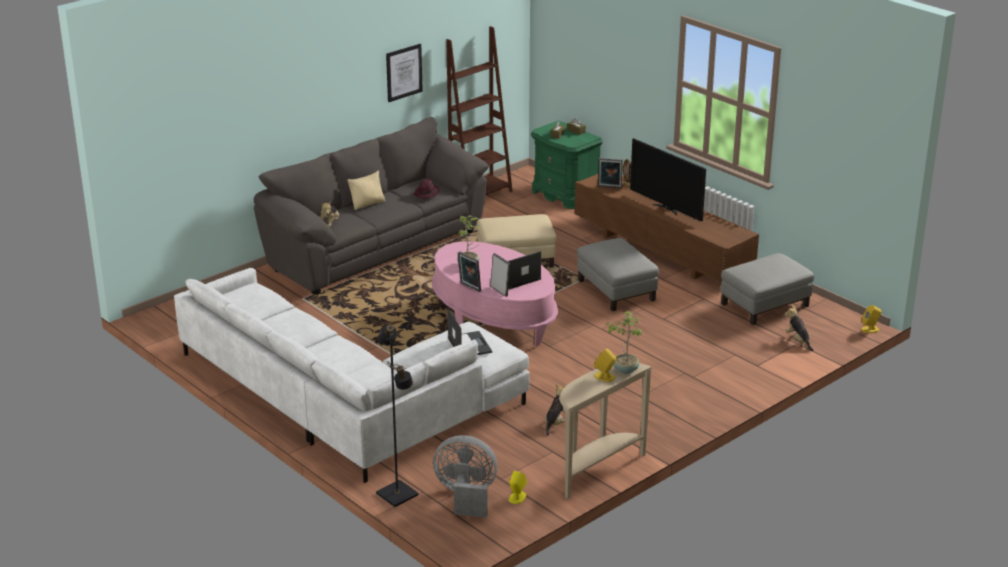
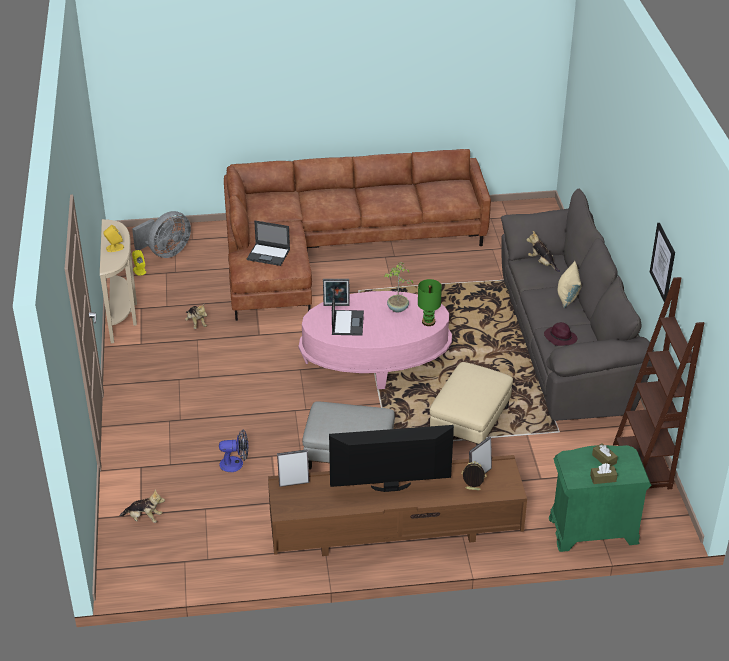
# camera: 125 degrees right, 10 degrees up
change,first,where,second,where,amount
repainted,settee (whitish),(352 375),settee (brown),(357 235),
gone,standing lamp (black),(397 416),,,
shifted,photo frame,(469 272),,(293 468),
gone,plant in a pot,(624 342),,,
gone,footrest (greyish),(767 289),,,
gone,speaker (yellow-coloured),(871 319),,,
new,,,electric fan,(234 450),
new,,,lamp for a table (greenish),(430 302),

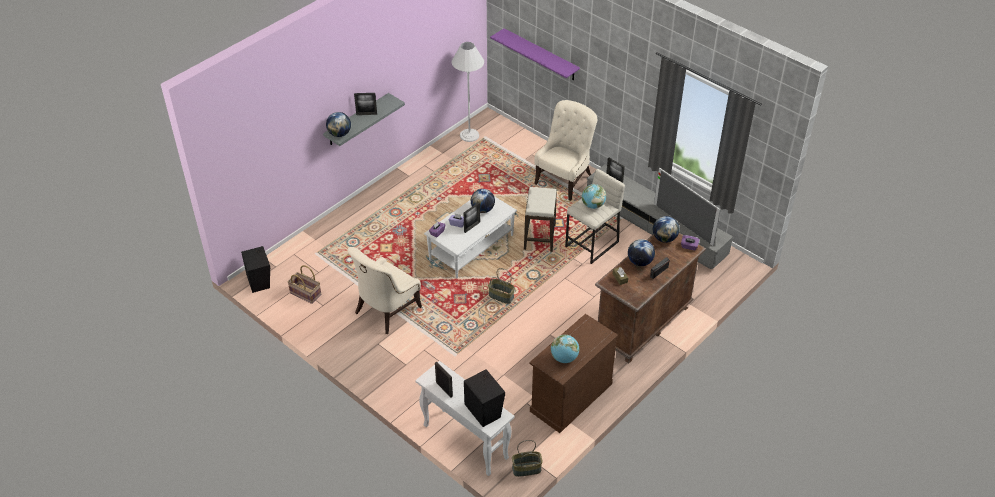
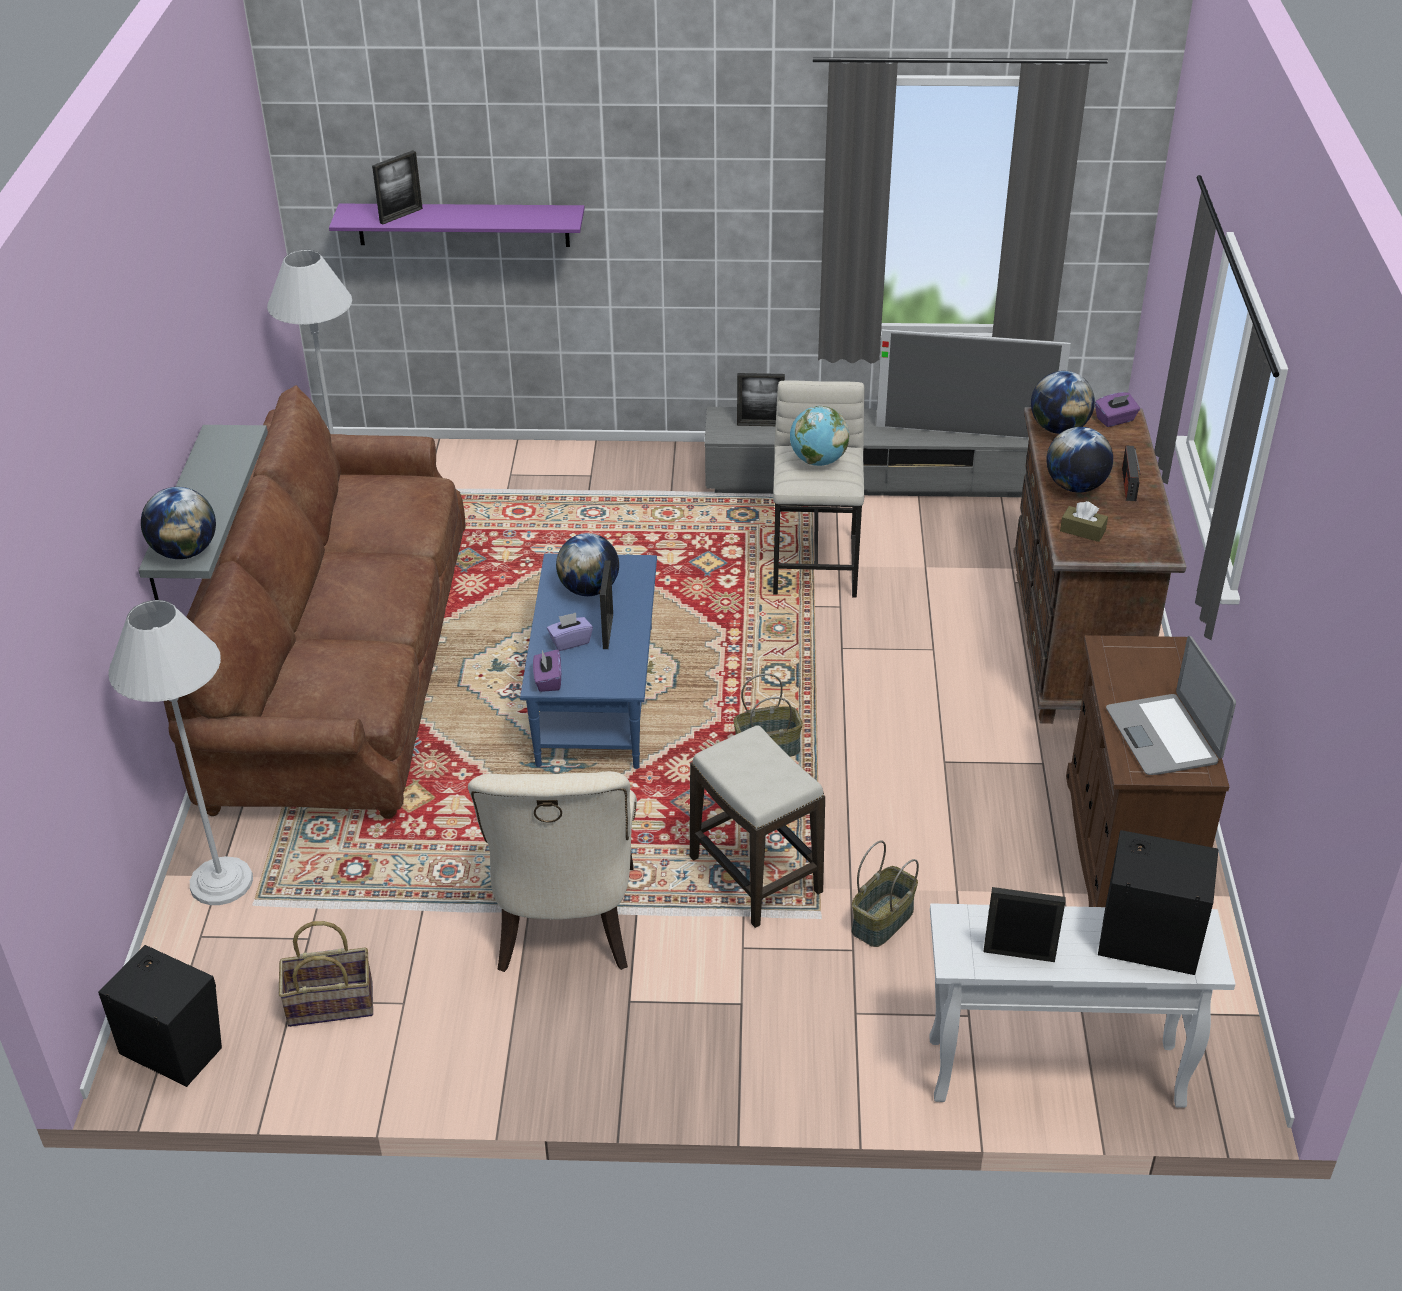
# camera: 40 degrees left, 5 degrees down
change,first,where,second,where,amount
shifted,photo frame,(365 104),,(397 187),
repainted,lounge table (whitish),(470 237),lounge table (bluish),(588 661),
shifted,household basket,(527 458),,(885 893),
shifted,stool seat,(540 219),,(757 826),
gone,easy chair (beige-coloured),(565 150),,,
swapped,world globe,(565 349),portable computer,(1171 705),
new,,,standing lamp (whitish),(180 752),
new,,,settee (brown),(315 602),

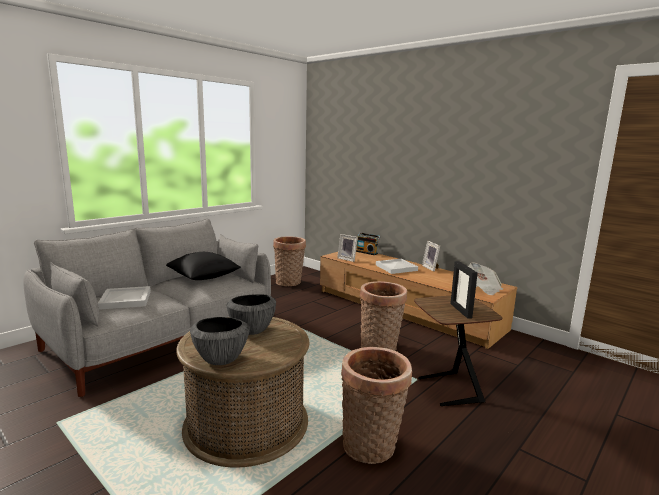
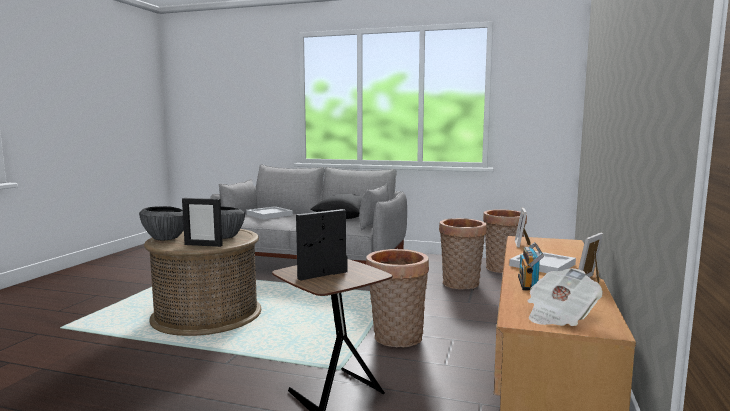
# camera: 65 degrees right, 5 degrees down
change,first,where,second,where,amount
shifted,household basket,(376 405),,(463 253),
shifted,radio set,(368 243),,(531 266),
new,,,photo frame,(202 222),

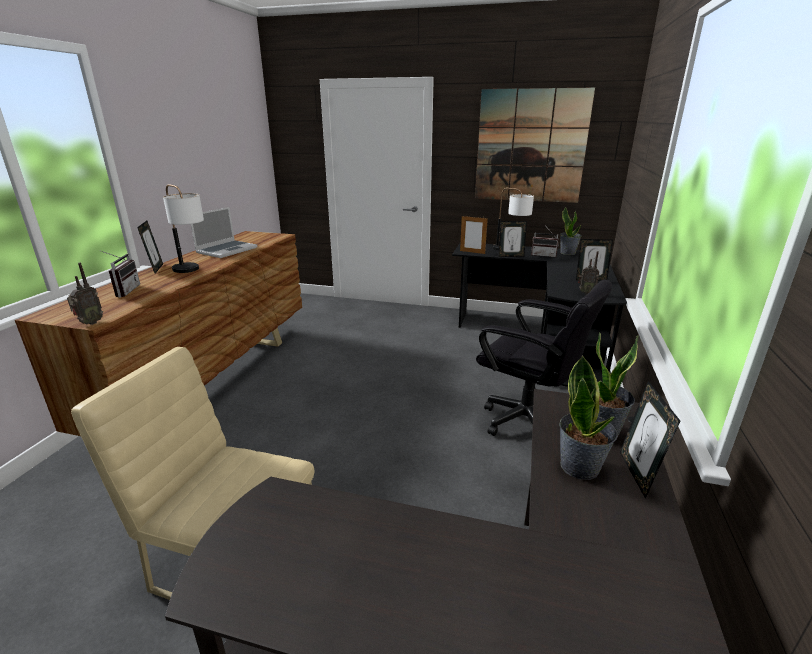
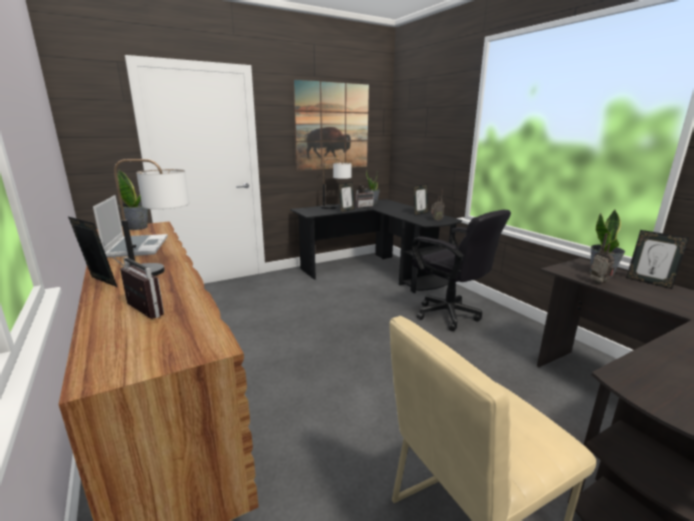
# camera: 45 degrees left, 5 degrees down
change,first,where,second,where,amount
shifted,radio set,(85 294),,(602 258),
gone,photo frame,(474 235),,,
rotated,desk chair (black),(544 357),,(461 270),60 degrees clockwise
shifted,plant in a pot,(588 417),,(132 200),

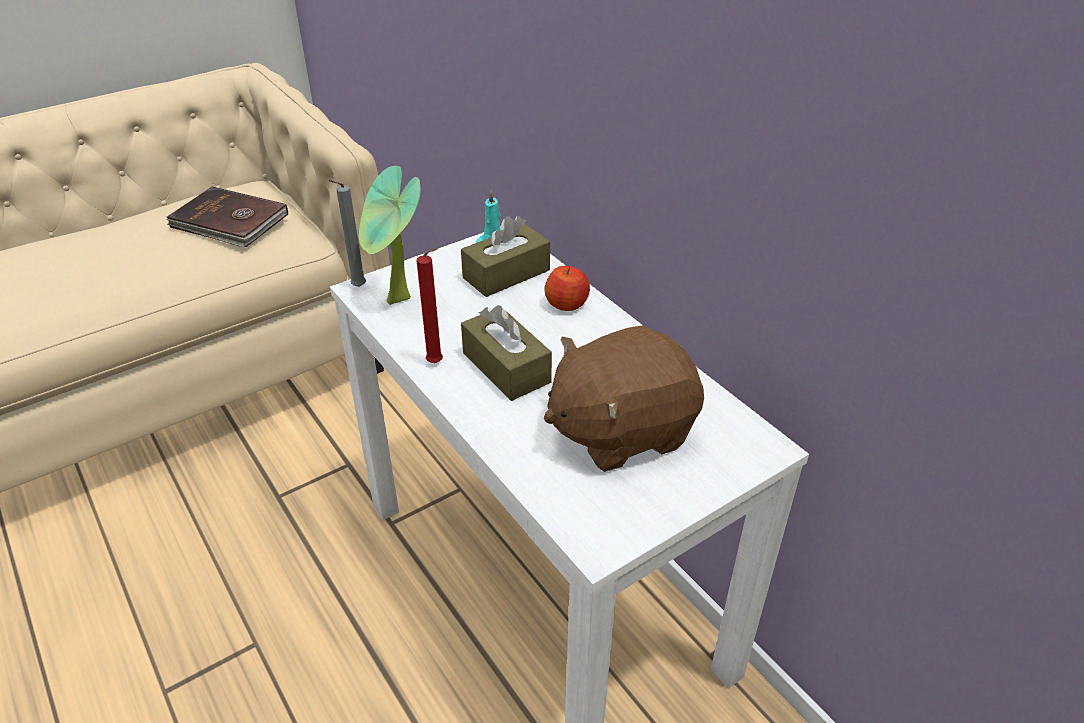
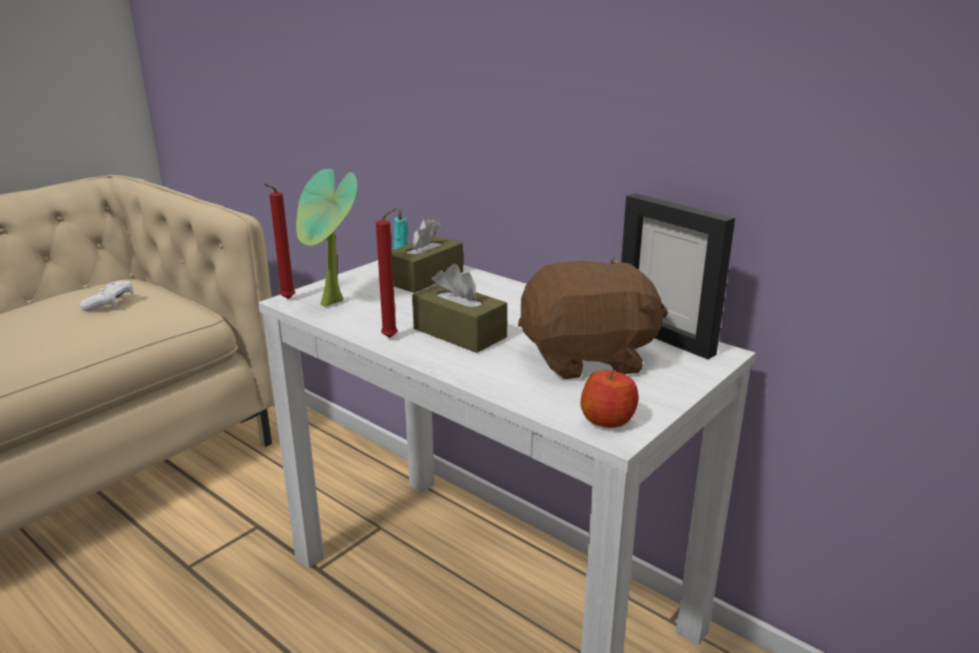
# camera: 15 degrees left, 15 degrees down
change,first,where,second,where,amount
swapped,book (brown),(227 216),game controller (whitish),(106 296),
repainted,wax light (greyish),(347 233),wax light (reddish),(279 241),
shifted,apple fruit,(567 288),,(609 398),
rotated,cuddly toy (brown),(624 398),,(593 318),150 degrees counterclockwise
new,,,photo frame,(678 276),

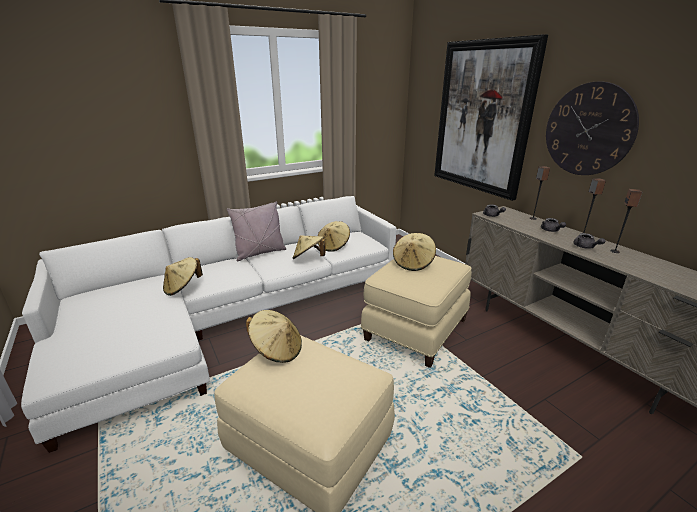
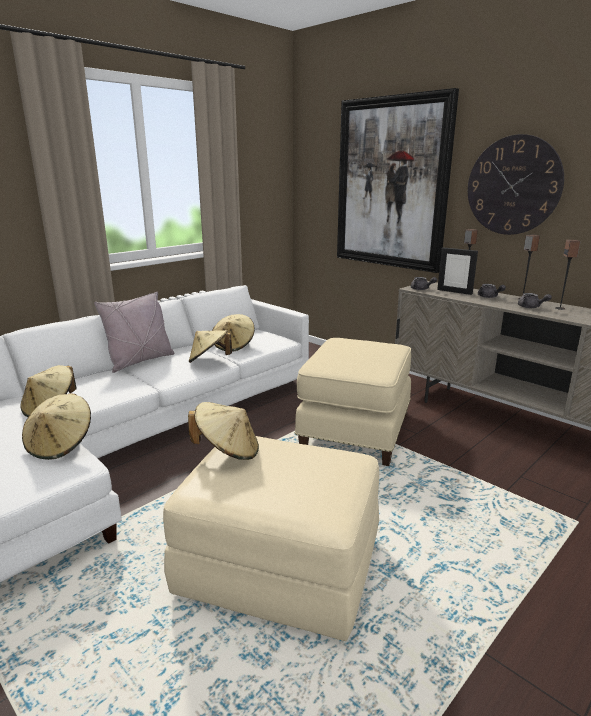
# camera: 15 degrees left, 5 degrees down
change,first,where,second,where,amount
shifted,clothing hat (beige-coloured),(414 252),,(56 426),
new,,,photo frame,(457 271),

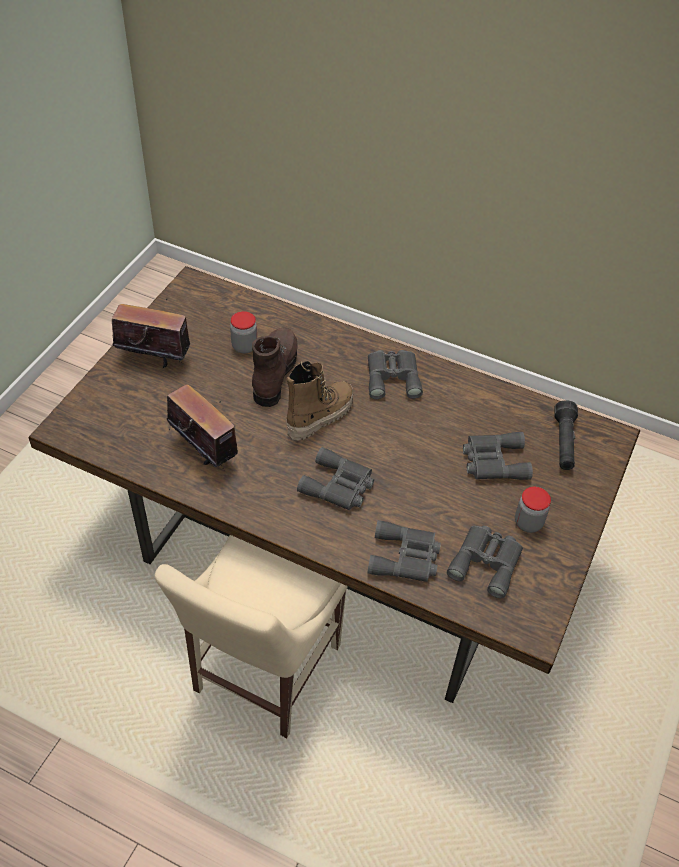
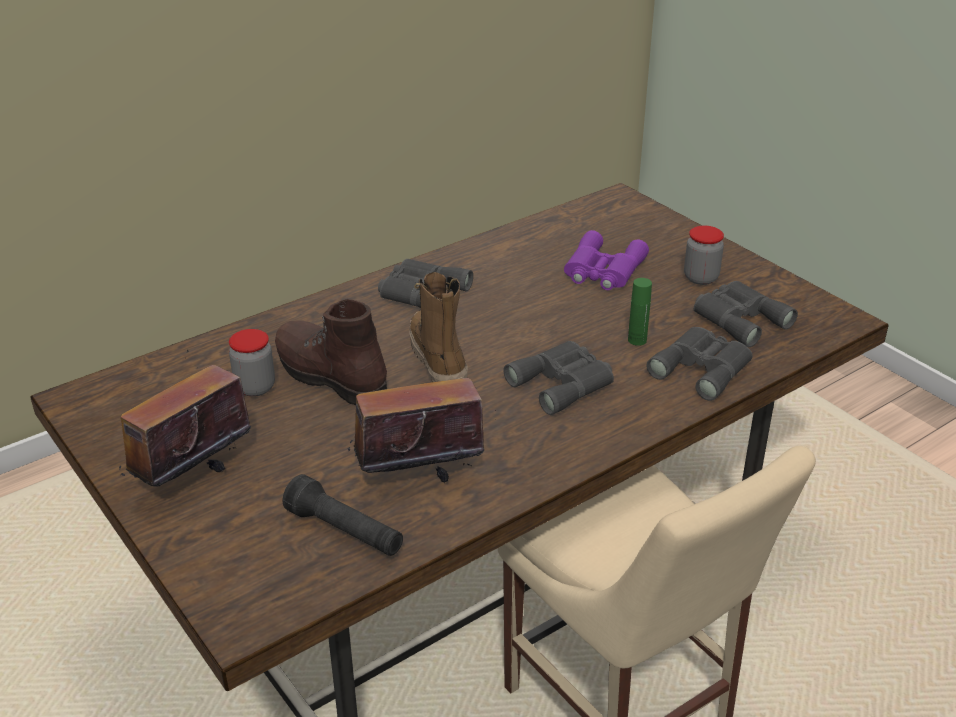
# camera: 60 degrees left, 15 degrees down
change,first,where,second,where,amount
repainted,field glasses (greyish),(498 456),field glasses (purple),(606 260),
shifted,flashlight (black),(566 435),,(343 515),
new,,,beverage bottle (greenish),(640 312),

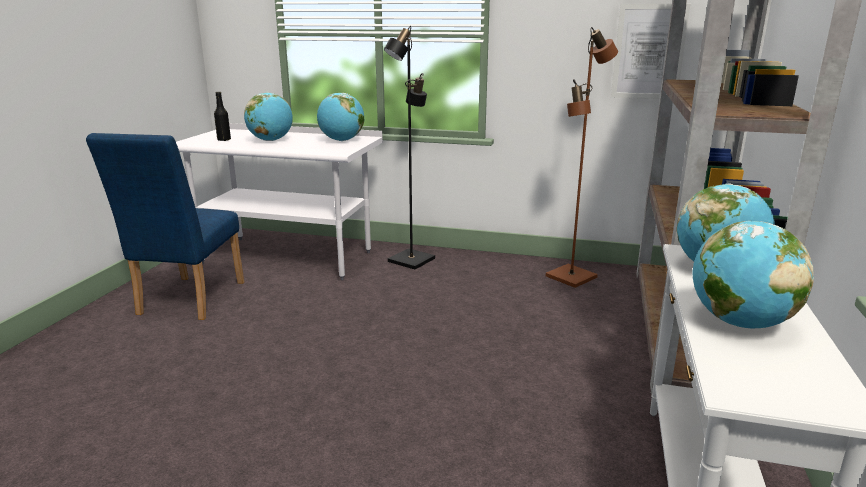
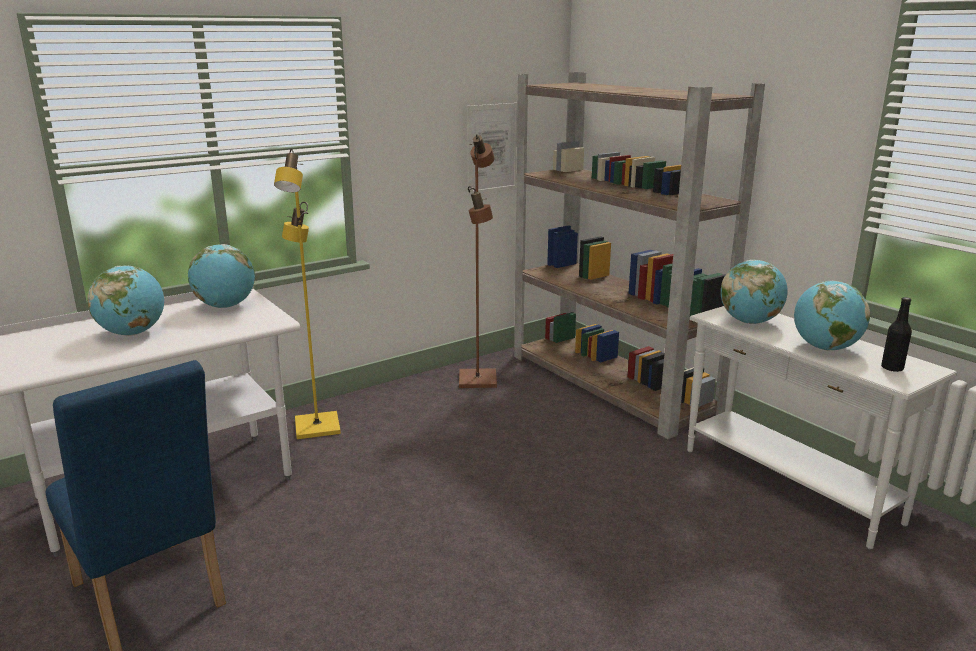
# camera: 50 degrees left, 0 degrees up
change,first,where,second,where,amount
shifted,beverage bottle (black),(222 116),,(896 334),
repainted,standing lamp (black),(409 147),standing lamp (yellow-coloured),(307 294),

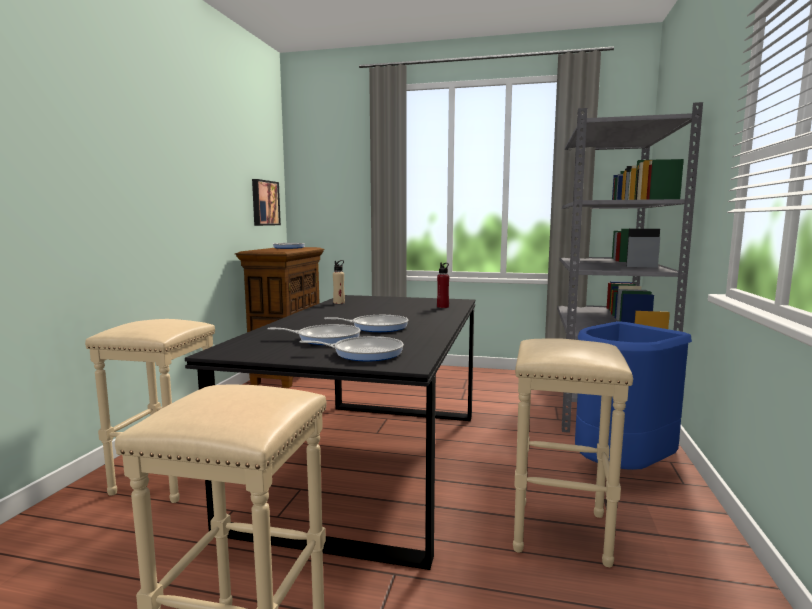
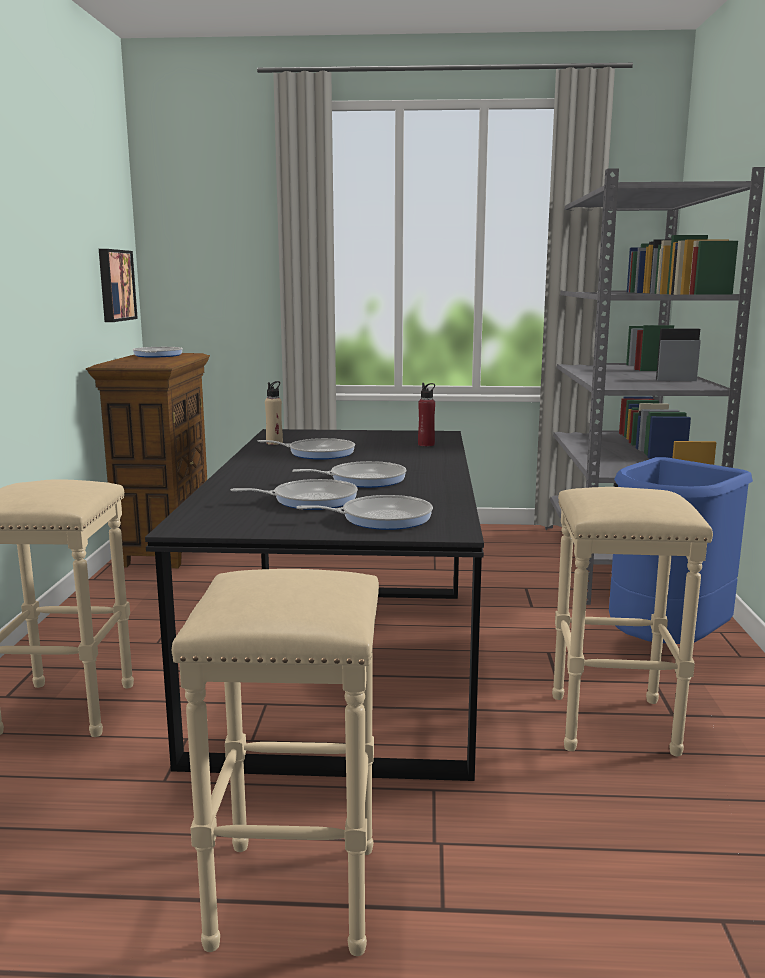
# camera: 10 degrees left, 5 degrees up
change,first,where,second,where,amount
new,,,frying pan,(306 449),

